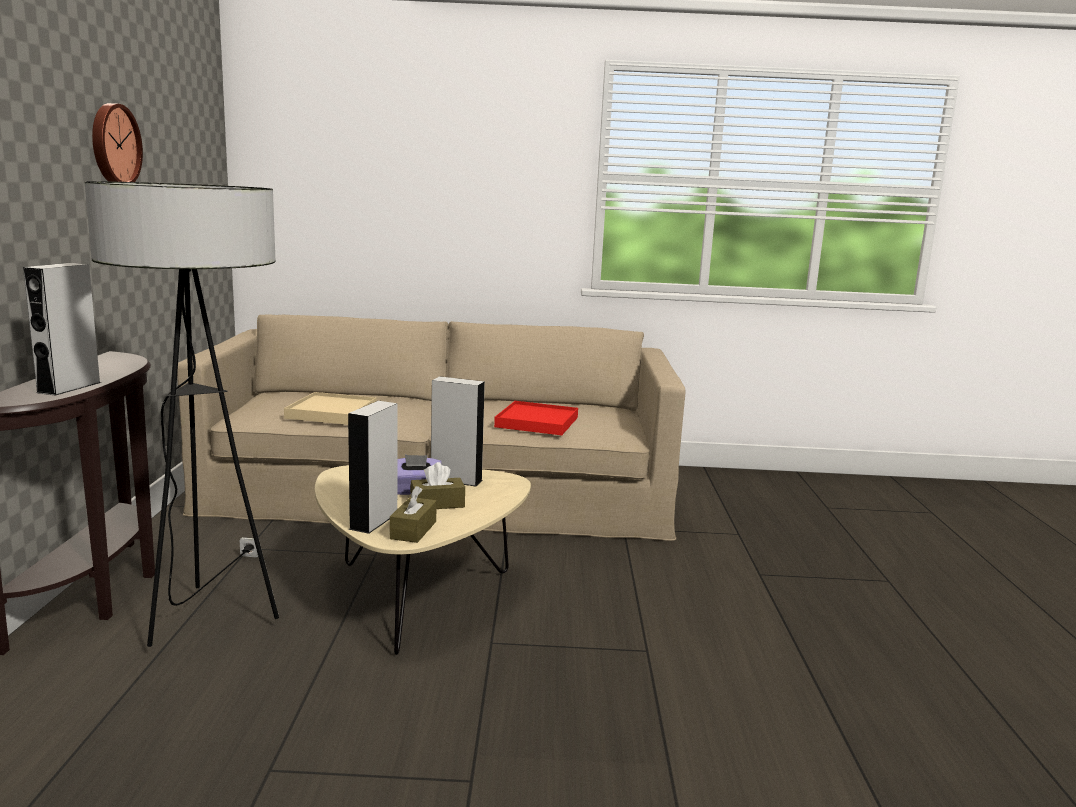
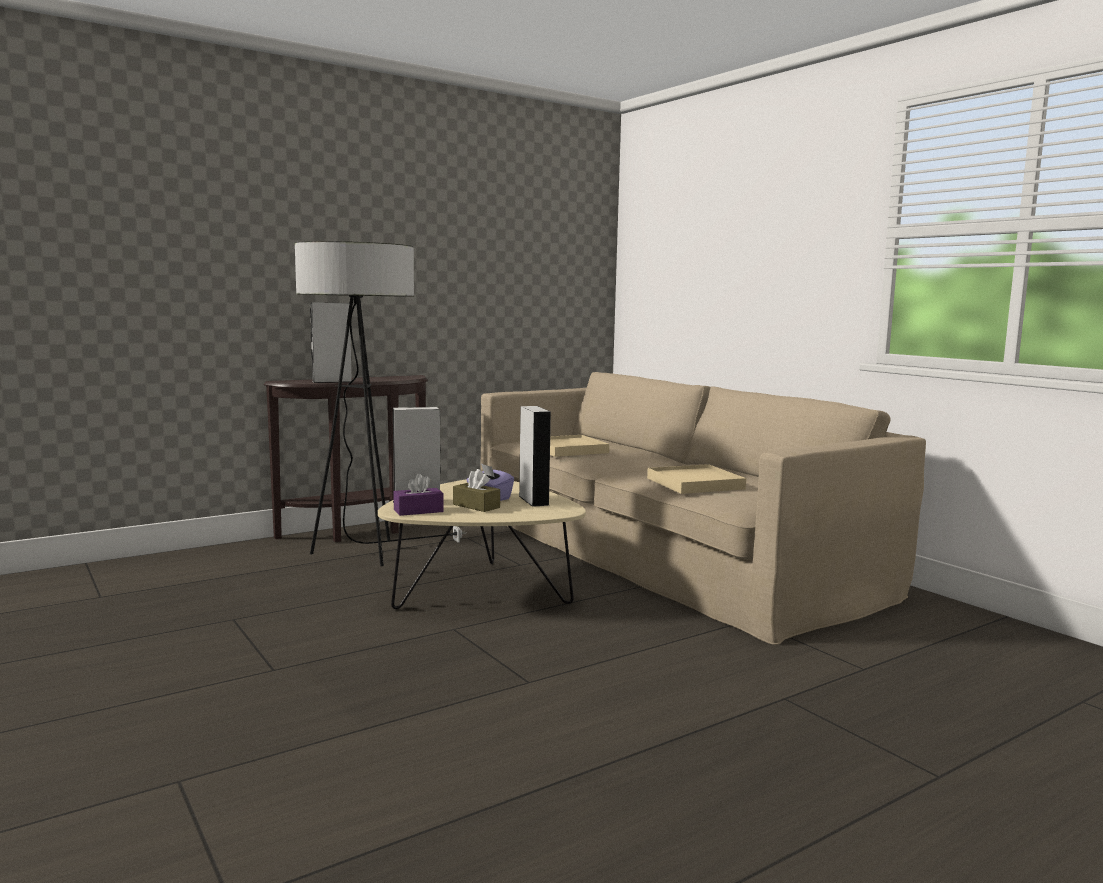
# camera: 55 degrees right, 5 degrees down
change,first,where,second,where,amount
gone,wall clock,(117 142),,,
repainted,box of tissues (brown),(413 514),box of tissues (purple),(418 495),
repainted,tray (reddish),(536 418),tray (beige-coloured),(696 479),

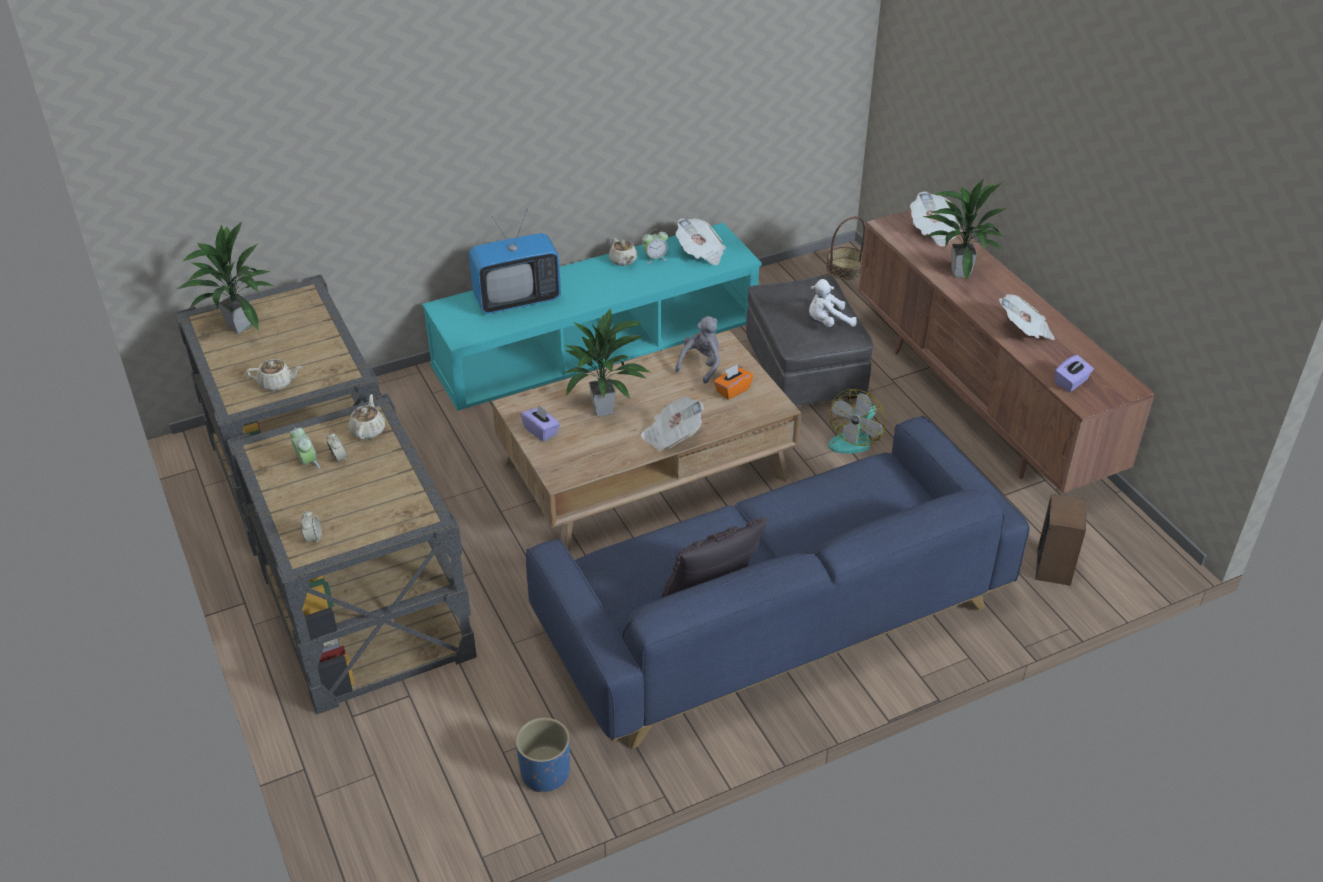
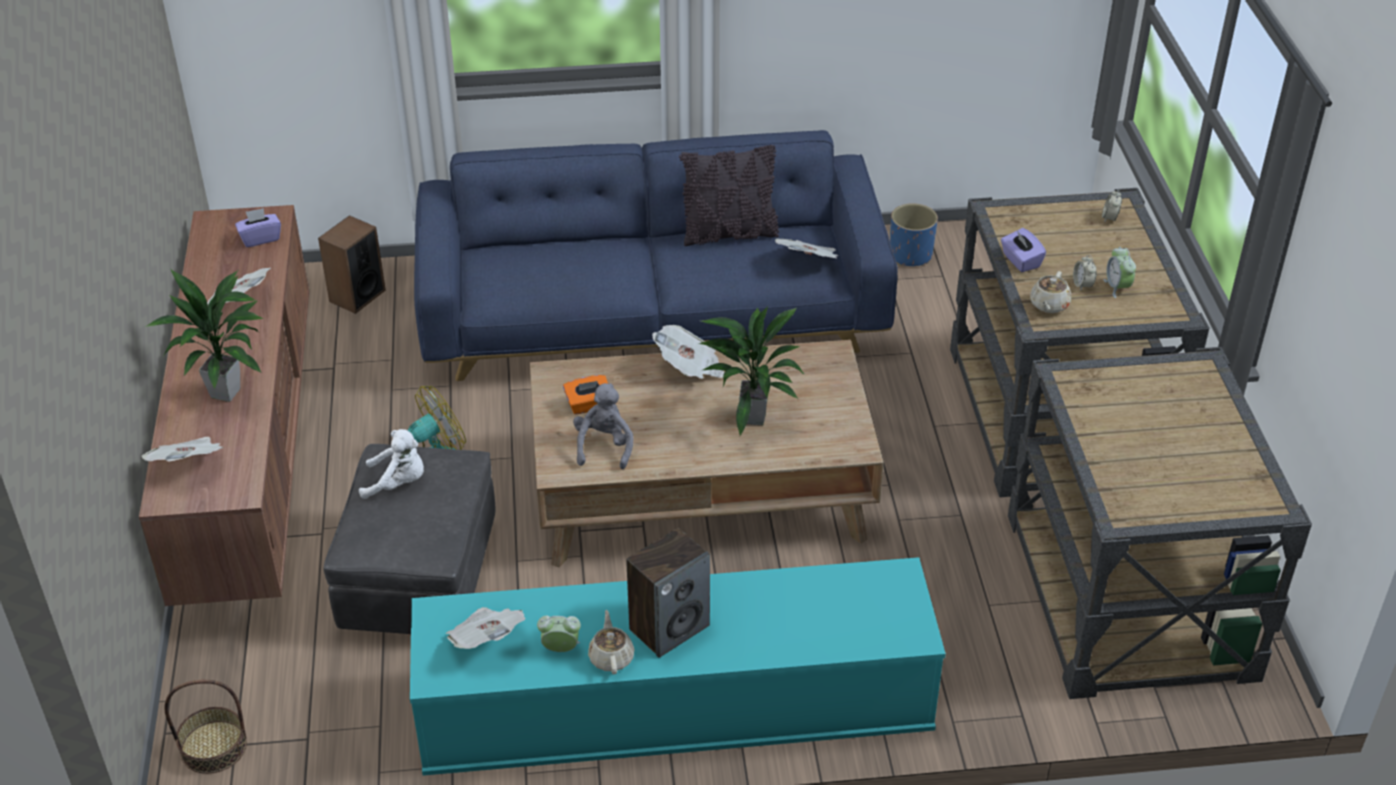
# camera: 160 degrees left, 0 degrees up
change,first,where,second,where,amount
gone,plant in a pot,(225 277),,,
gone,tea pot (beige-coloured),(274 375),,,
gone,TV set,(515 262),,,
shifted,box of tissues (purple),(540 423),,(1023 250),
rotated,cuddly toy (greyish),(697 350),,(603 426),135 degrees clockwise
new,,,speaker,(668 593),
new,,,printed paper,(806 249),

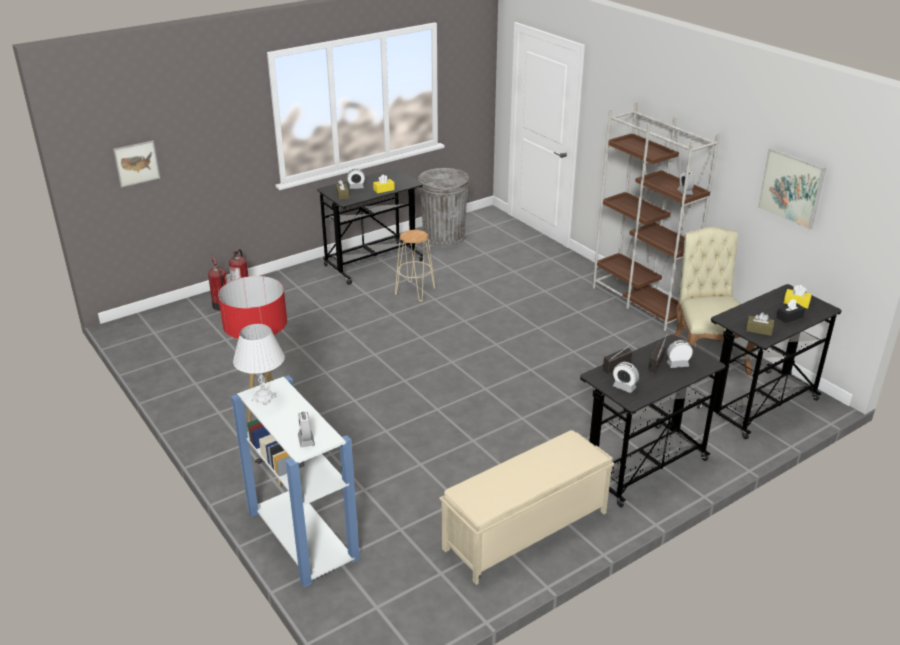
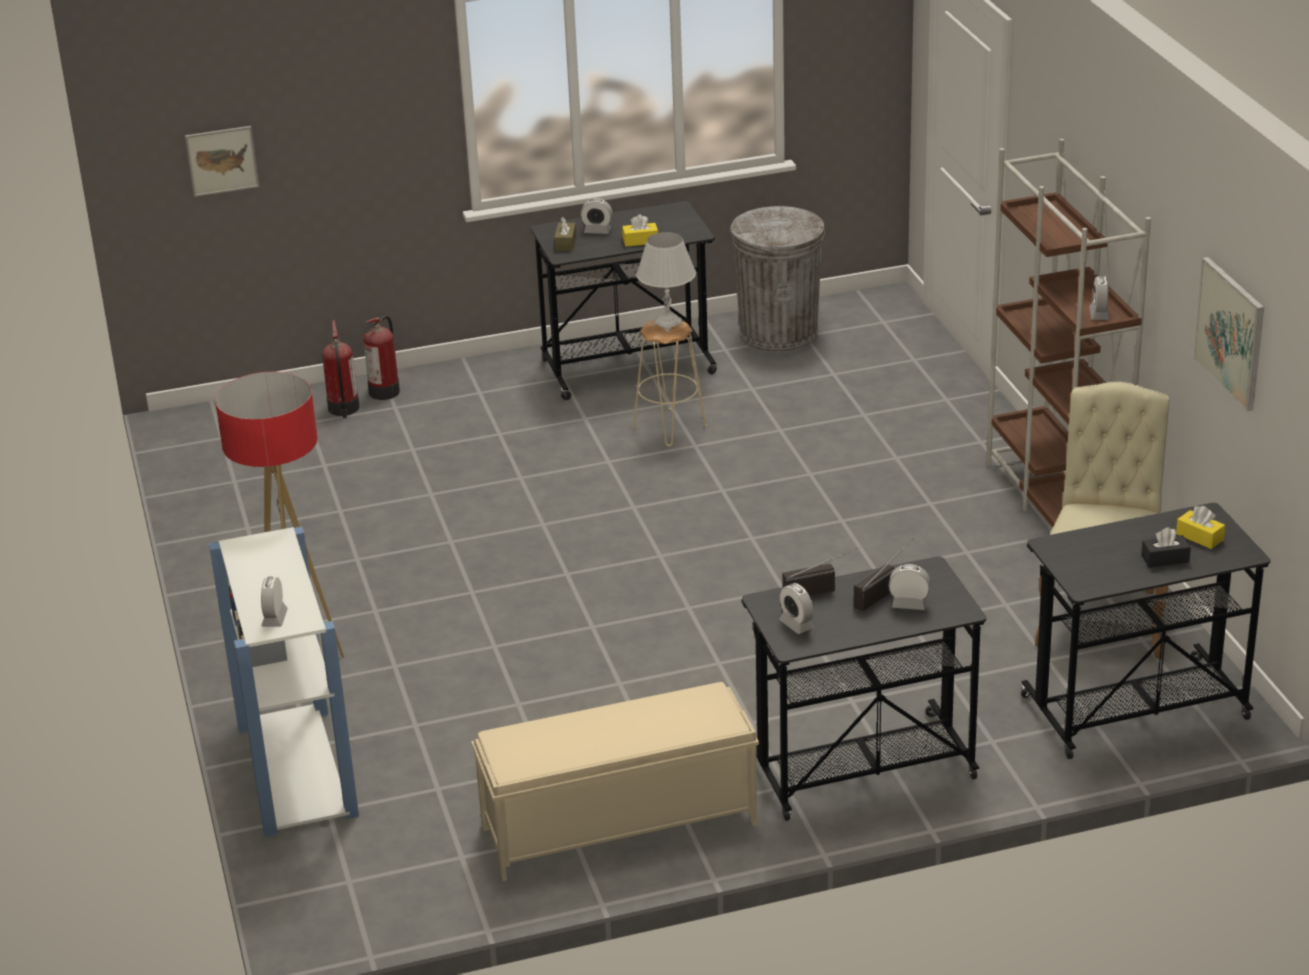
# camera: 20 degrees right, 0 degrees up
change,first,where,second,where,amount
shifted,lamp for a table (whitish),(259 365),,(666 282),
gone,box of tissues (brown),(760 324),,,

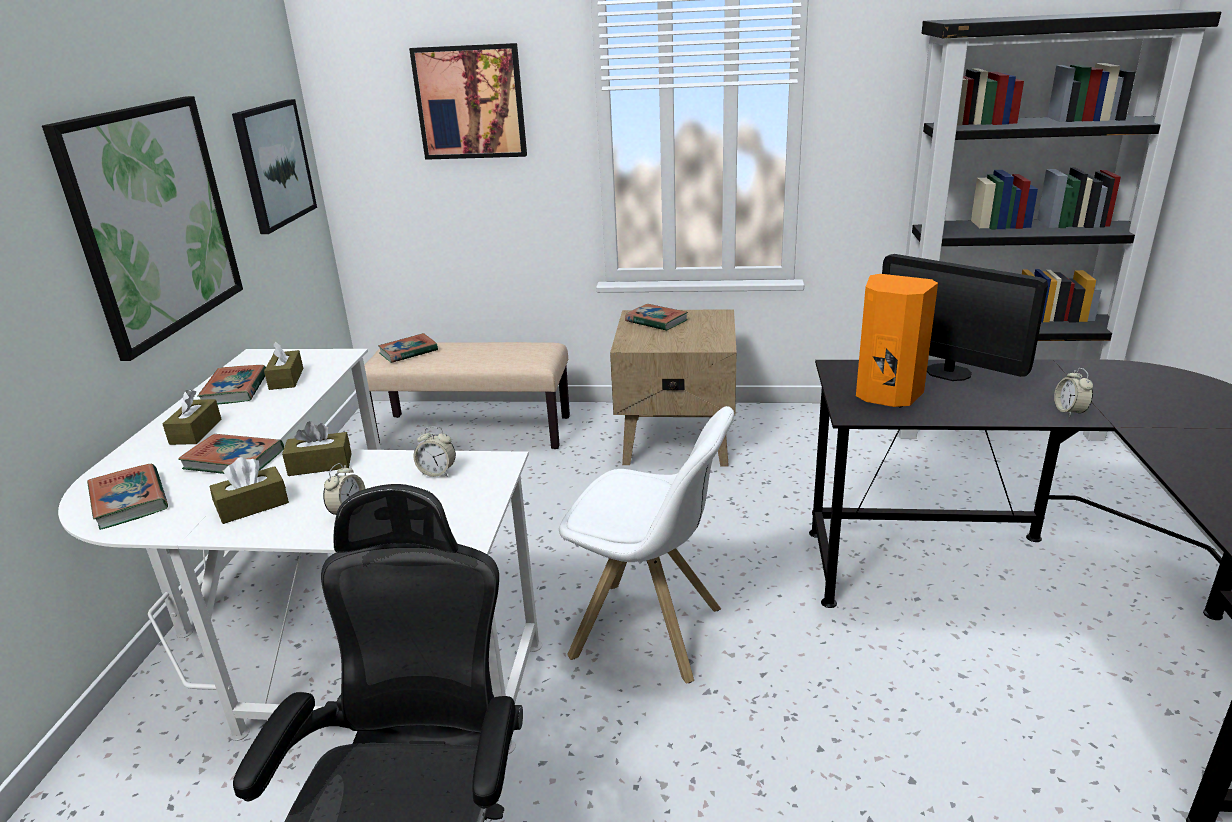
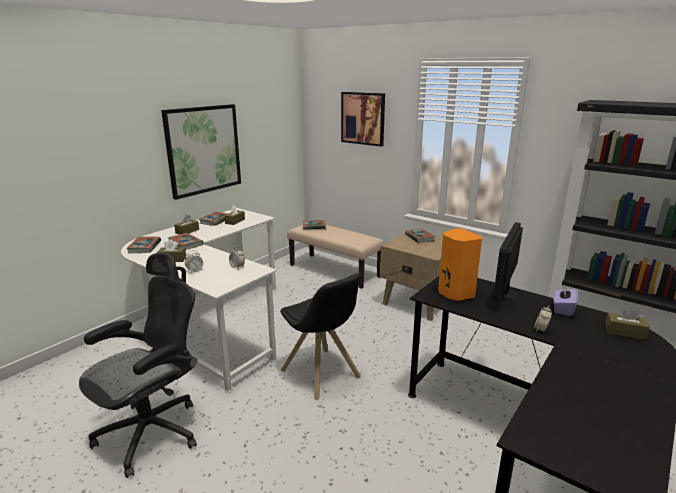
# camera: 30 degrees right, 5 degrees down
change,first,where,second,where,amount
gone,wall art,(274 166),,,
shifted,box of tissues (brown),(317 448),,(627 323),
repainted,plain chair (whitish),(646 545),plain chair (black),(321 336),
rotated,computer screen,(965 317),,(508 262),45 degrees clockwise
new,,,box of tissues (purple),(565 300),

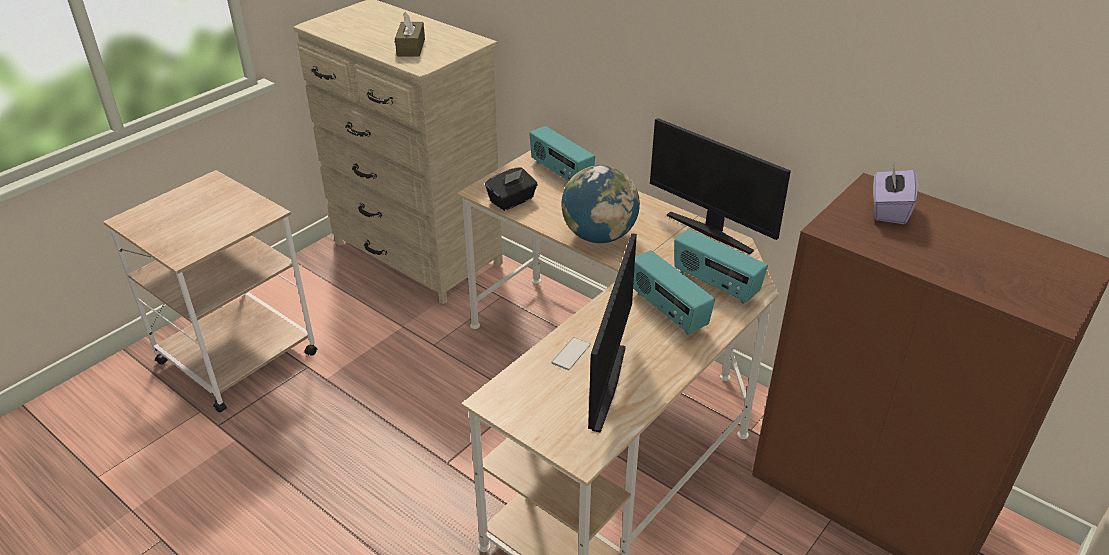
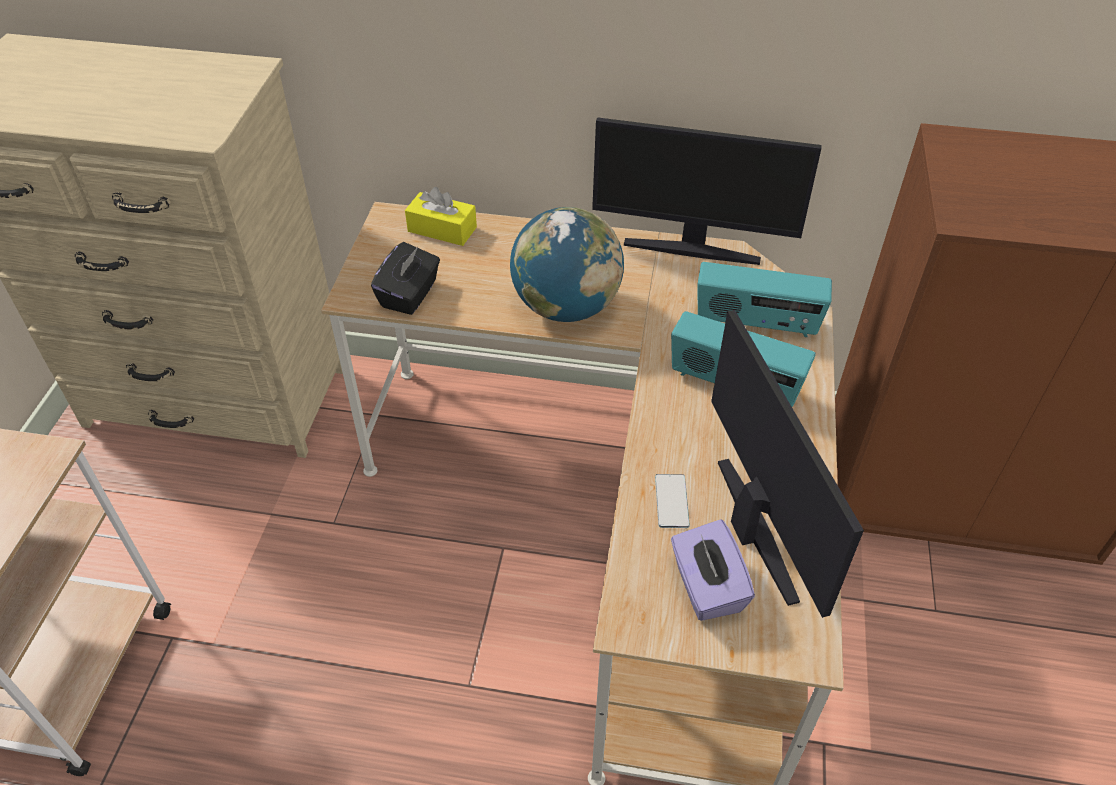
# camera: 30 degrees left, 10 degrees up
change,first,where,second,where,amount
gone,box of tissues (brown),(410 34),,,
swapped,radio set,(562 153),box of tissues (yellow-coloured),(441 216),
shifted,box of tissues (purple),(895 194),,(713 570),

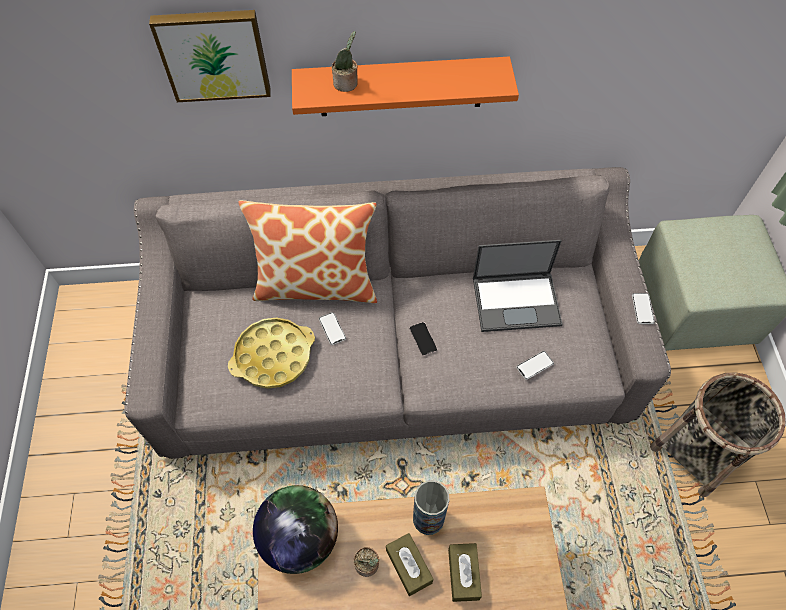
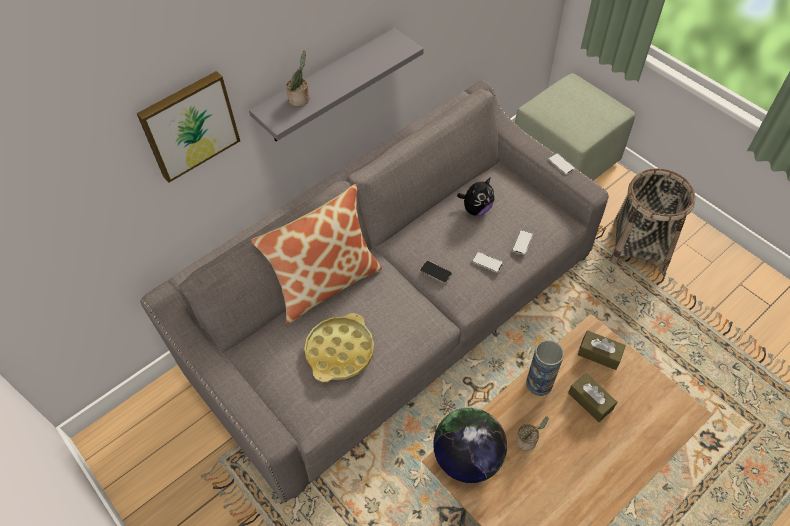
# camera: 35 degrees left, 5 degrees down
change,first,where,second,where,amount
repainted,bracket shelf (orange),(405 86),bracket shelf (greyish),(336 84),
shifted,phone,(332 328),,(488 262),
shifted,box of tissues (brown),(409 564),,(602 350),
swapped,portable computer,(518 286),cuddly toy,(475 196),

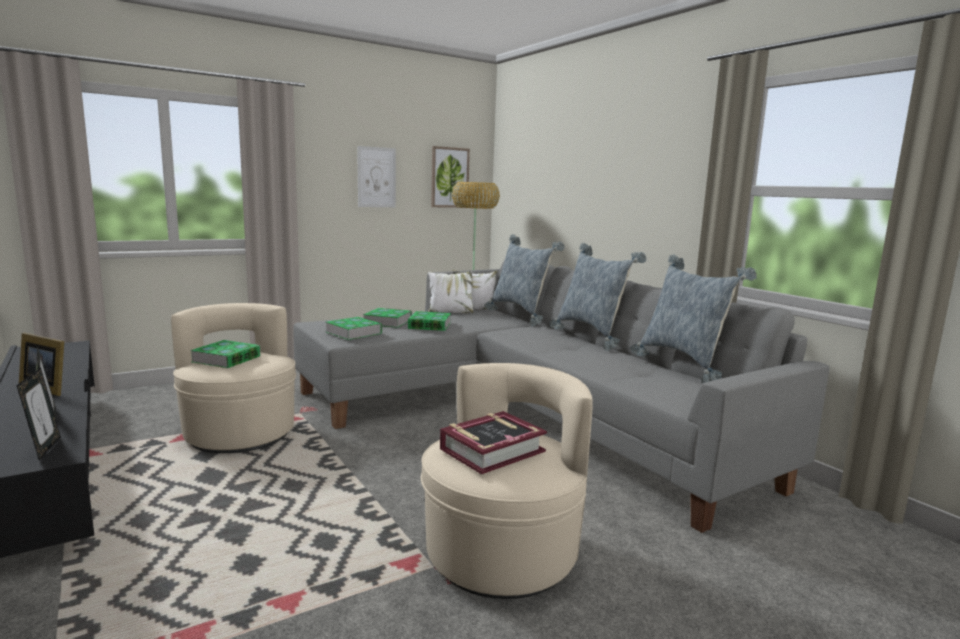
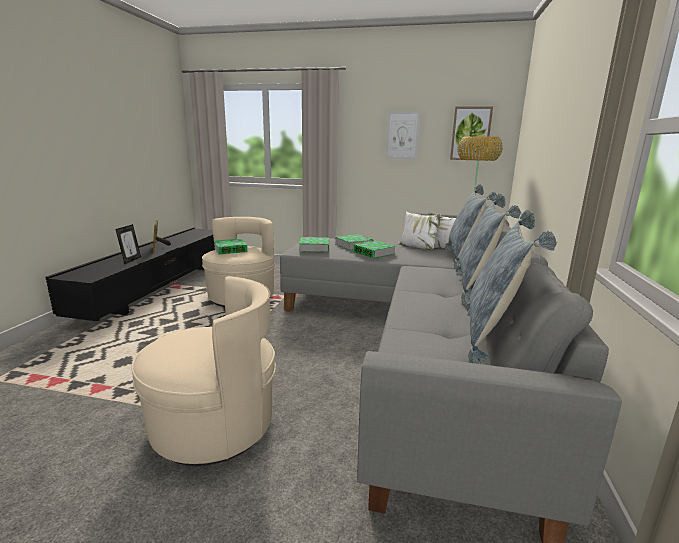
# camera: 45 degrees right, 5 degrees up
change,first,where,second,where,amount
gone,photo frame,(38 414),,,
gone,book,(493 442),,,

